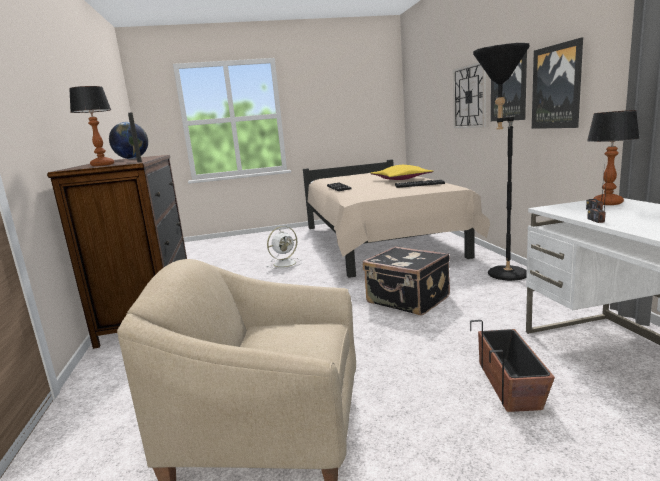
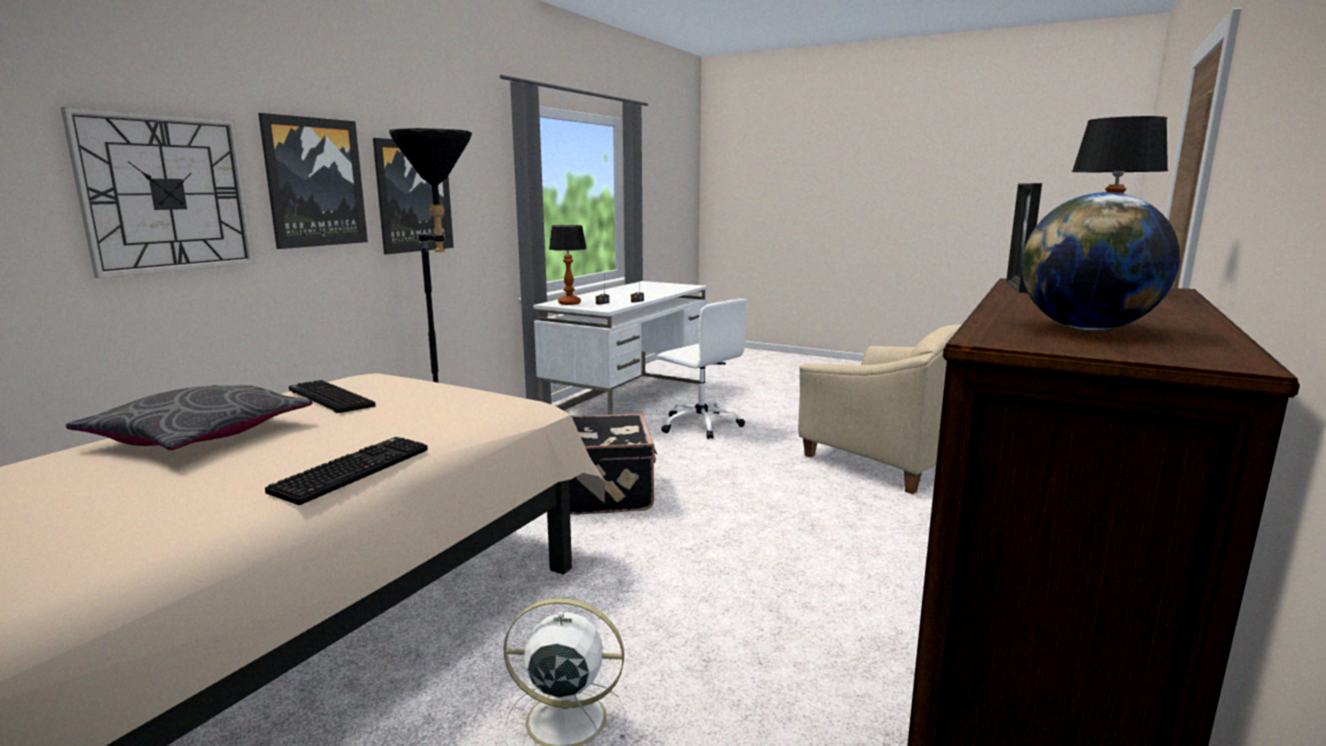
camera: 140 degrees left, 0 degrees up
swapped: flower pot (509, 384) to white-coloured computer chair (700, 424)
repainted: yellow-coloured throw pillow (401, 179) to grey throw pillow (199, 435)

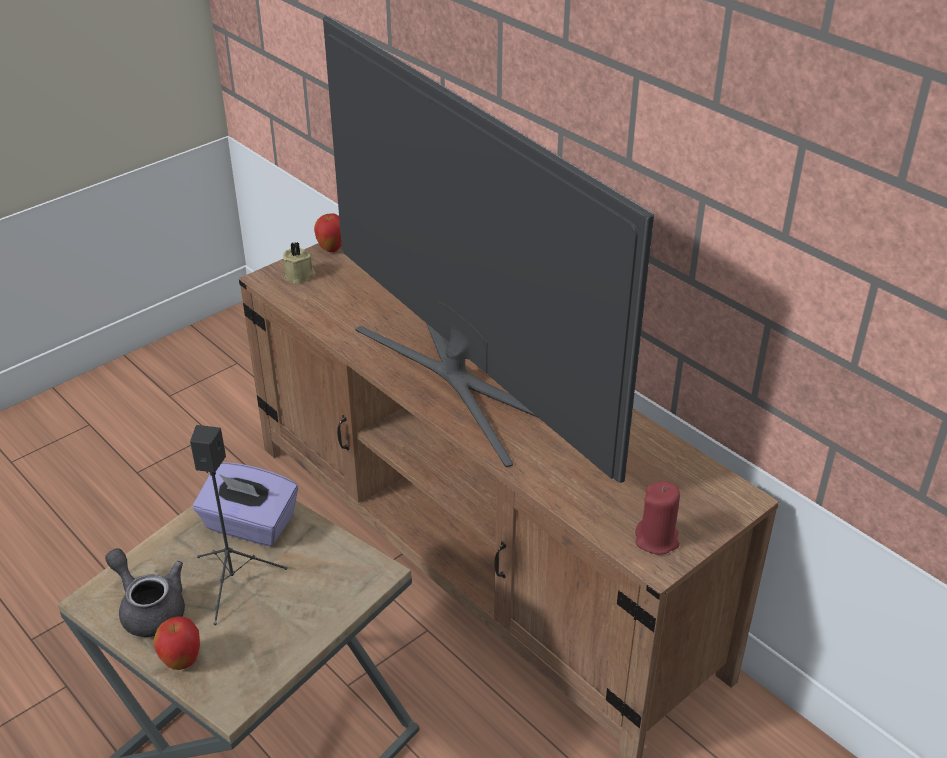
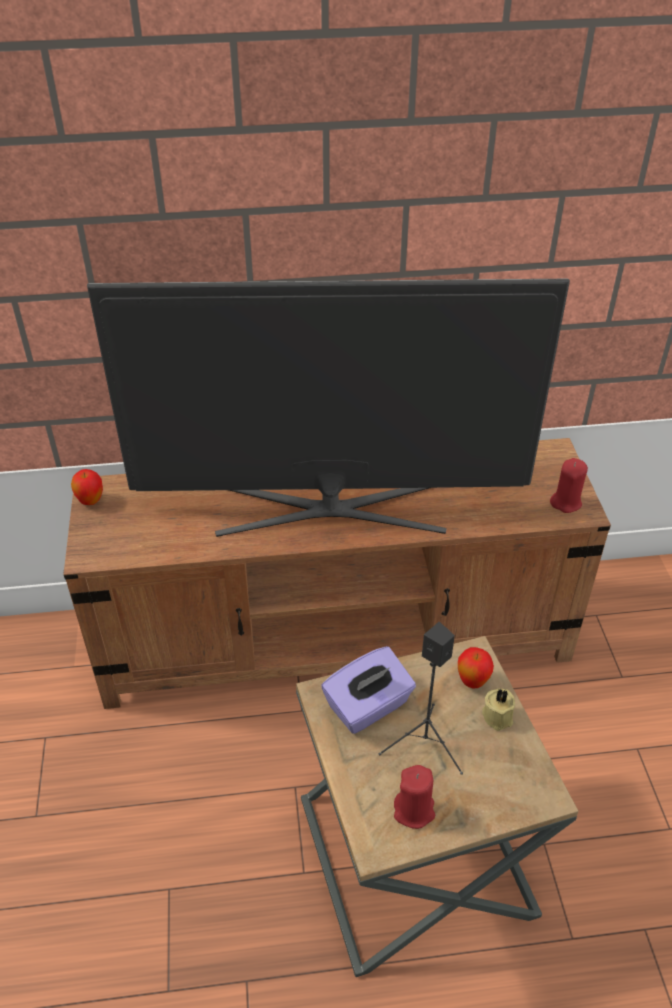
camera: 55 degrees left, 5 degrees up
shifted: whole apple (182, 662) to (472, 681); beige-coloured wax candle (300, 276) to (498, 715)
swapped: grey tea pot (149, 608) to red-coloured wax candle (414, 810)

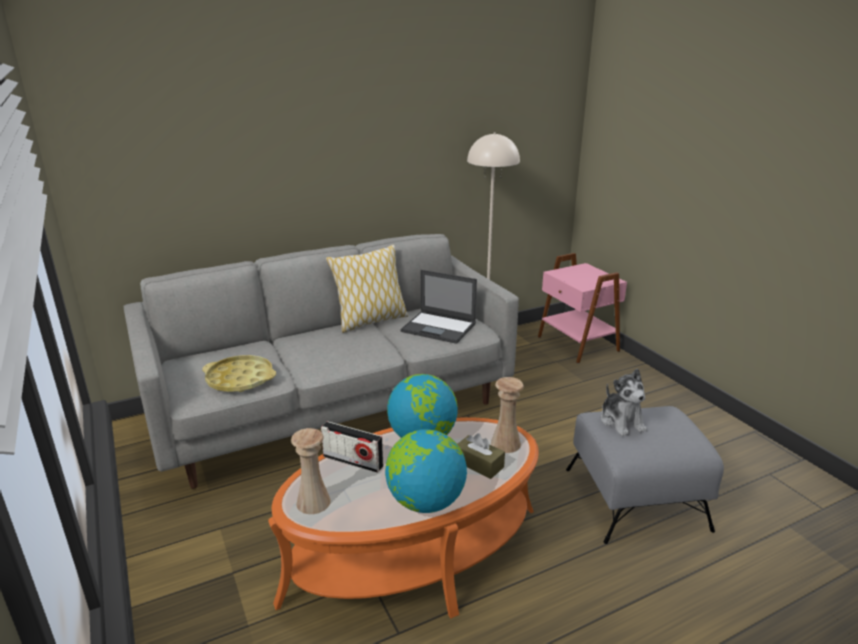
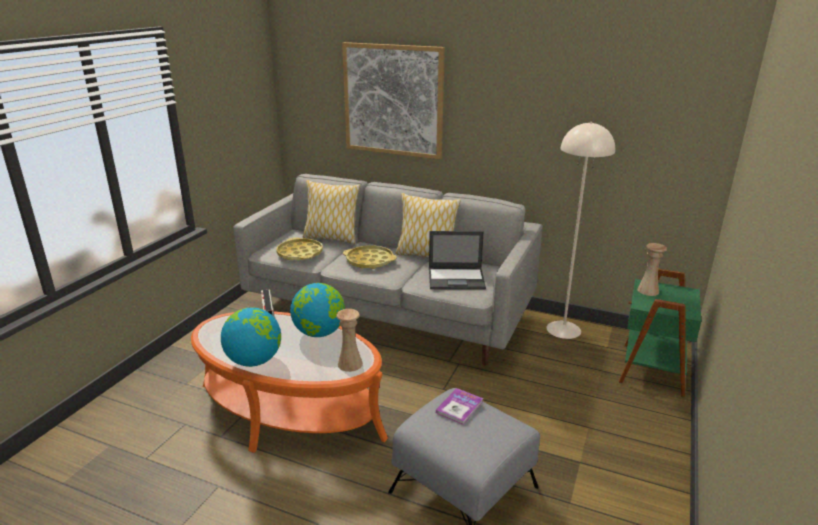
camera: 50 degrees right, 0 degrees up
gone: brown-coloured tissue box (479, 464)
new: throw pillow (331, 238); picture (393, 100); yellow-coloured carrying tray (369, 261)
shifted: beige-coloured decorative vase (313, 502) to (648, 290)
swapped: soft toy (621, 421) to volume (459, 407)
repainted: pinkish end table (576, 344) to green-coloured end table (650, 369)
rotated: notebook computer (439, 328) = (457, 279) 75 degrees counterclockwise

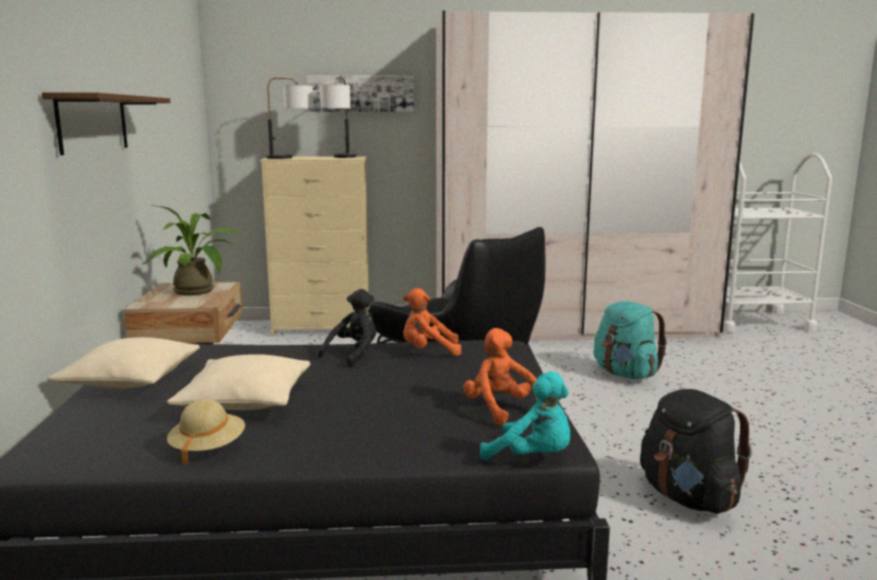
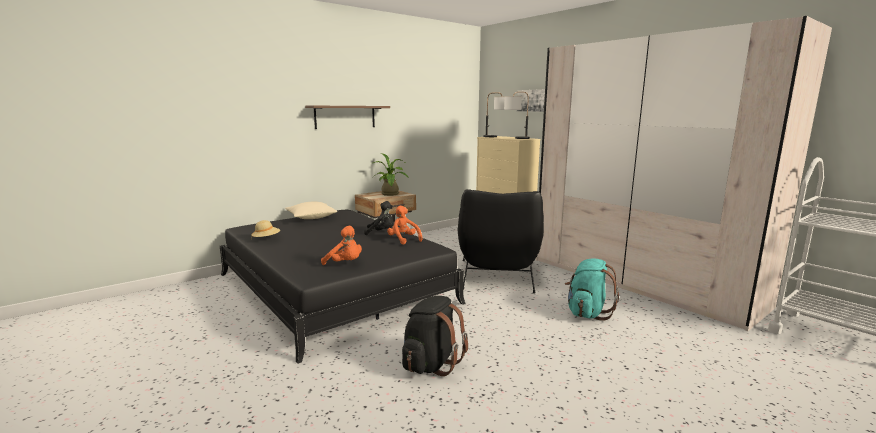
camera: 55 degrees right, 0 degrees up
gone: beige-coloured throw pillow (245, 400); turquoise-coloured soft toy (533, 457)
rotated: orange-coloured soft toy (501, 409) = (345, 263) 90 degrees clockwise

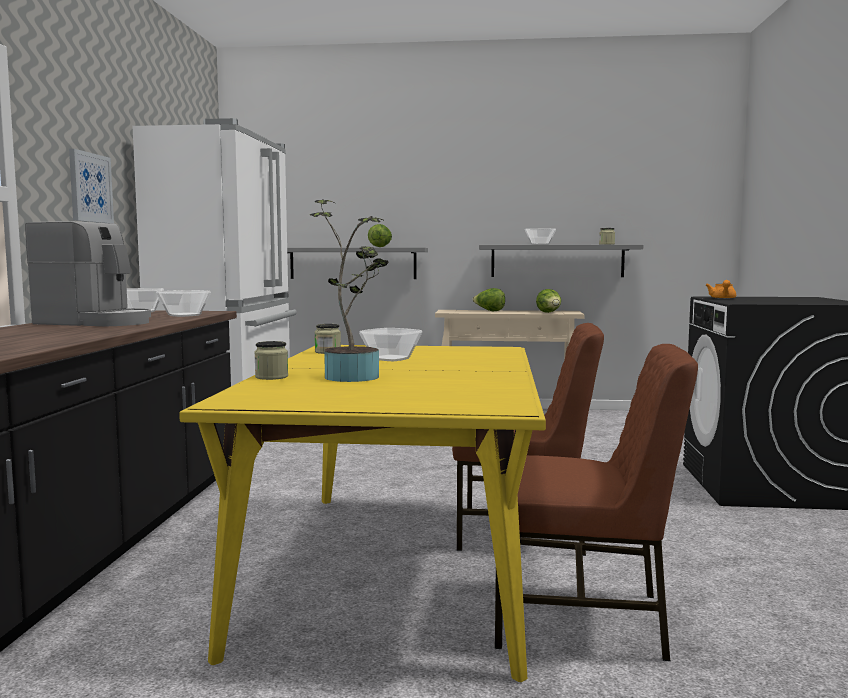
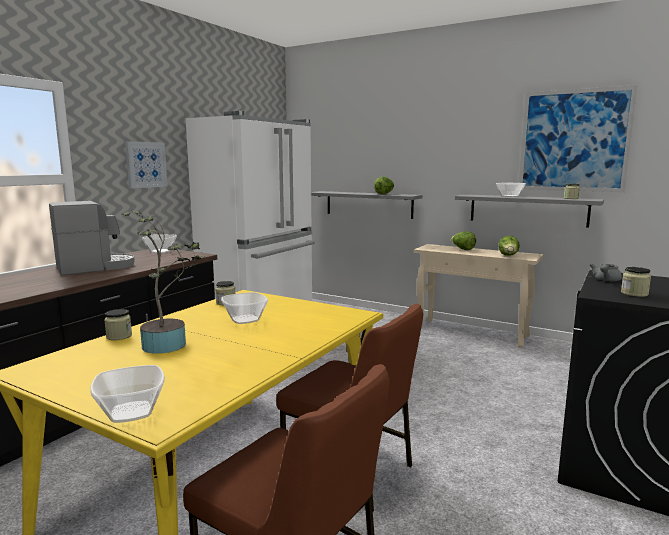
camera: 25 degrees right, 5 degrees up
new: picture (573, 141); preserve jar (634, 293)
shifted: deep dish (183, 315) to (130, 412)
repainted: orange-coloured tea pot (722, 298) to grey tea pot (605, 280)
rotated: coffee brewer (96, 322) = (95, 267) 75 degrees counterclockwise

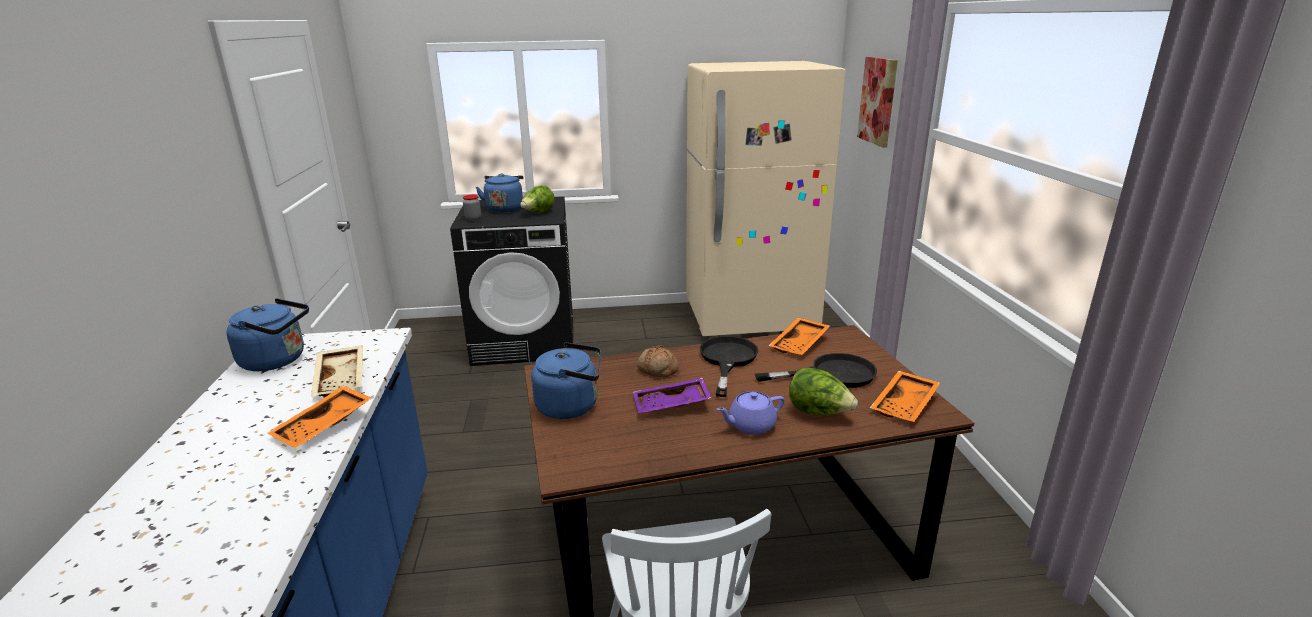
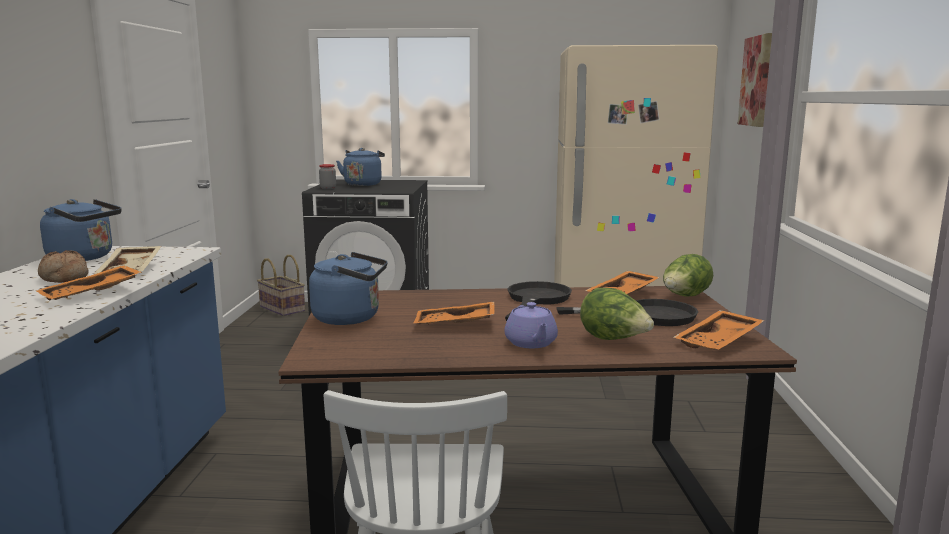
camera: 10 degrees right, 10 degrees down
new: basket (281, 309)
shifted: bread (657, 370) to (63, 278); lettuce (538, 213) to (685, 297)
repainted: purplish carrying tray (671, 405) to orange-coloured carrying tray (454, 324)
rotated: purplish tea pot (750, 425) = (531, 343) 90 degrees counterclockwise

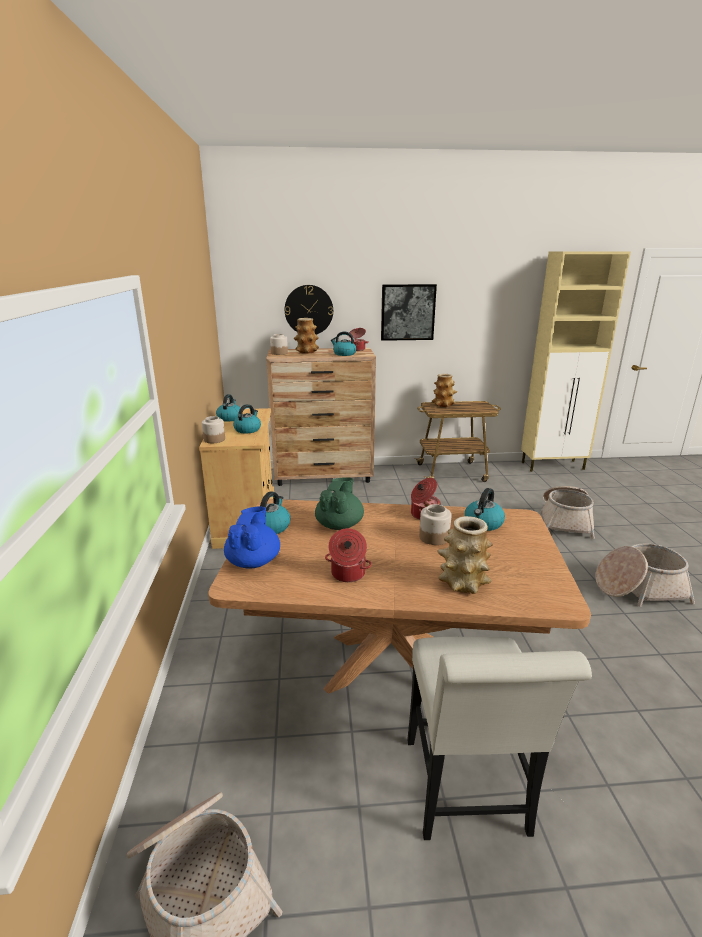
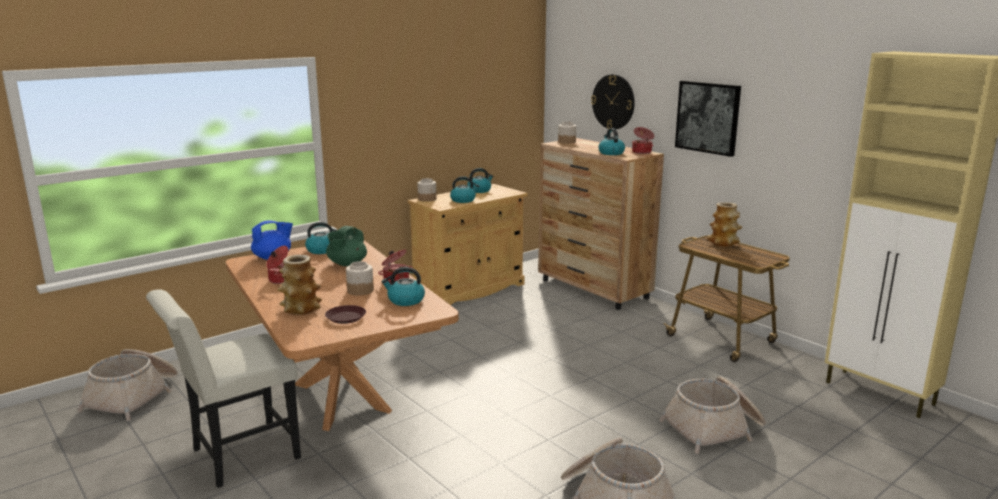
camera: 55 degrees right, 5 degrees down
gone: decorative vase (306, 351)
new: brown-coloured plate (345, 318)
rotated: green-coloured tea pot (339, 525) = (346, 264) 135 degrees clockwise

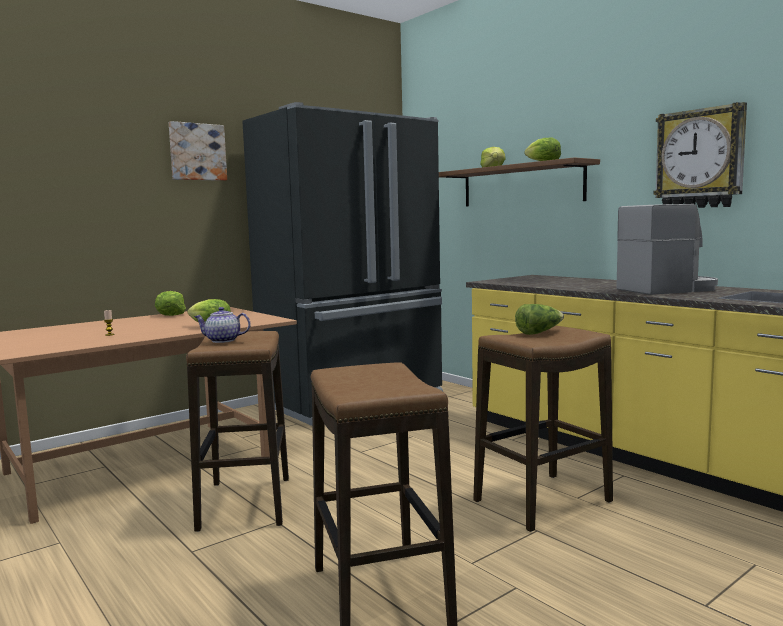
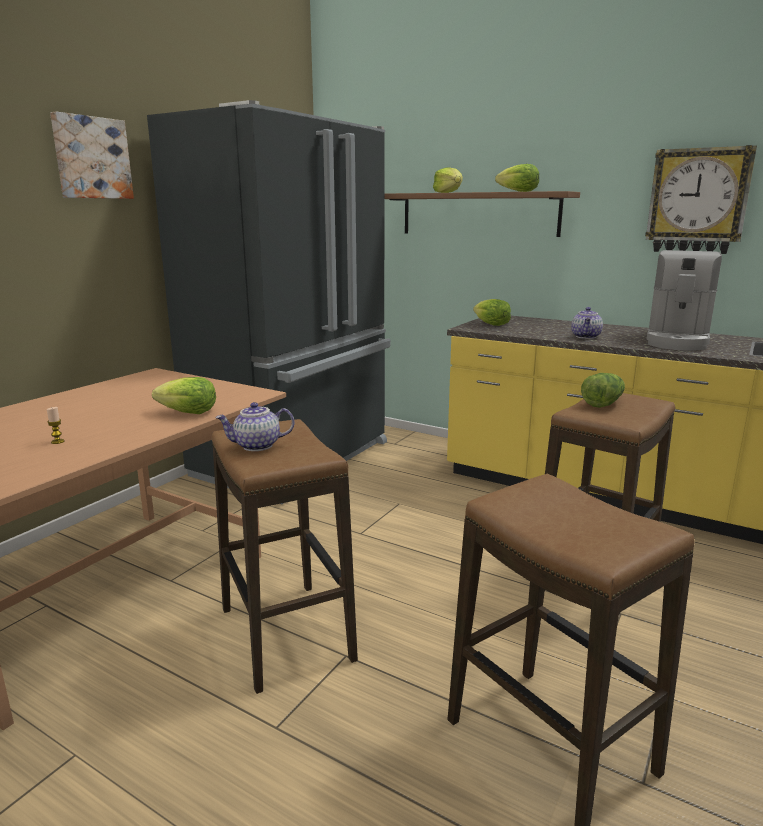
camera: 20 degrees left, 10 degrees up
new: tea pot (586, 337)
shifted: lettuce (171, 314) to (491, 324)
rotated: coffee brewer (668, 289) = (677, 340) 150 degrees clockwise

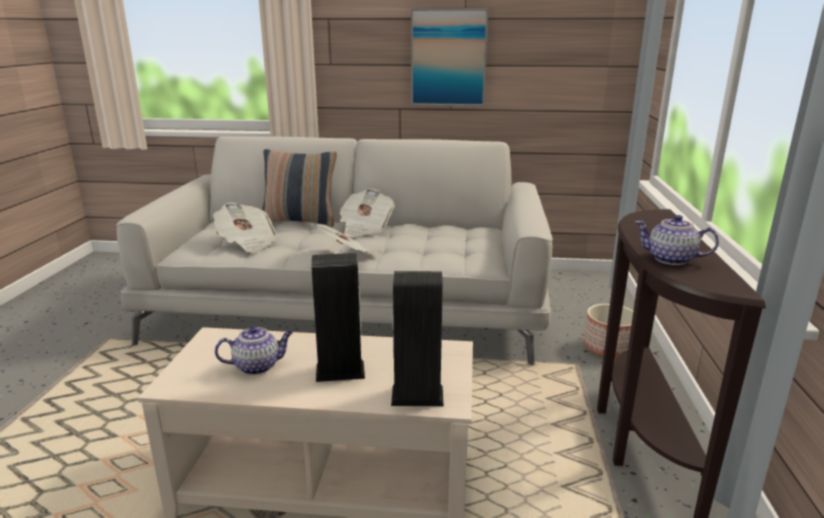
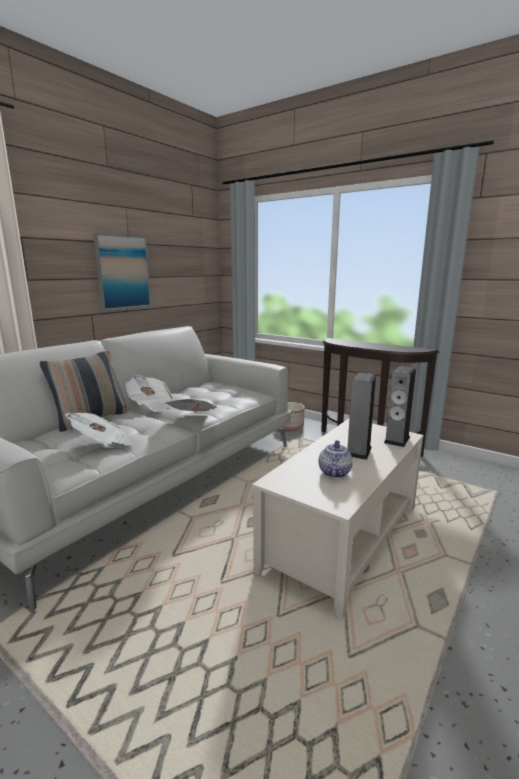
camera: 60 degrees left, 5 degrees down
gone: tea pot (671, 259)

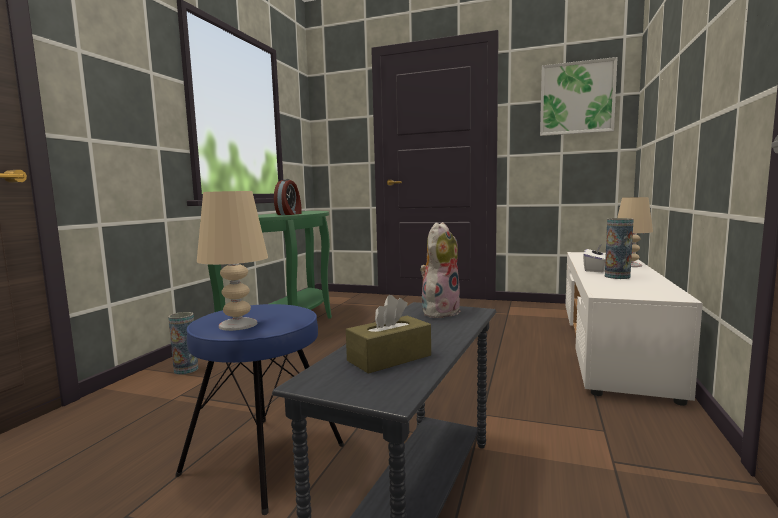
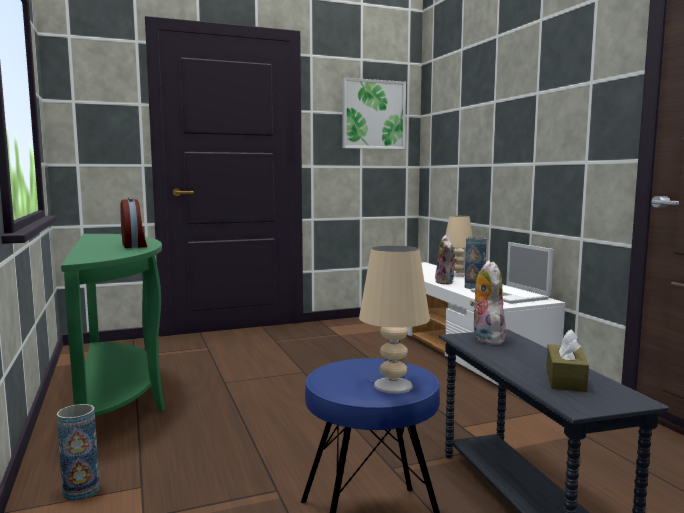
camera: 40 degrees left, 0 degrees up
new: notebook computer (510, 295)
swapped: white-coloured tissue box (596, 270) to soft toy (446, 282)

